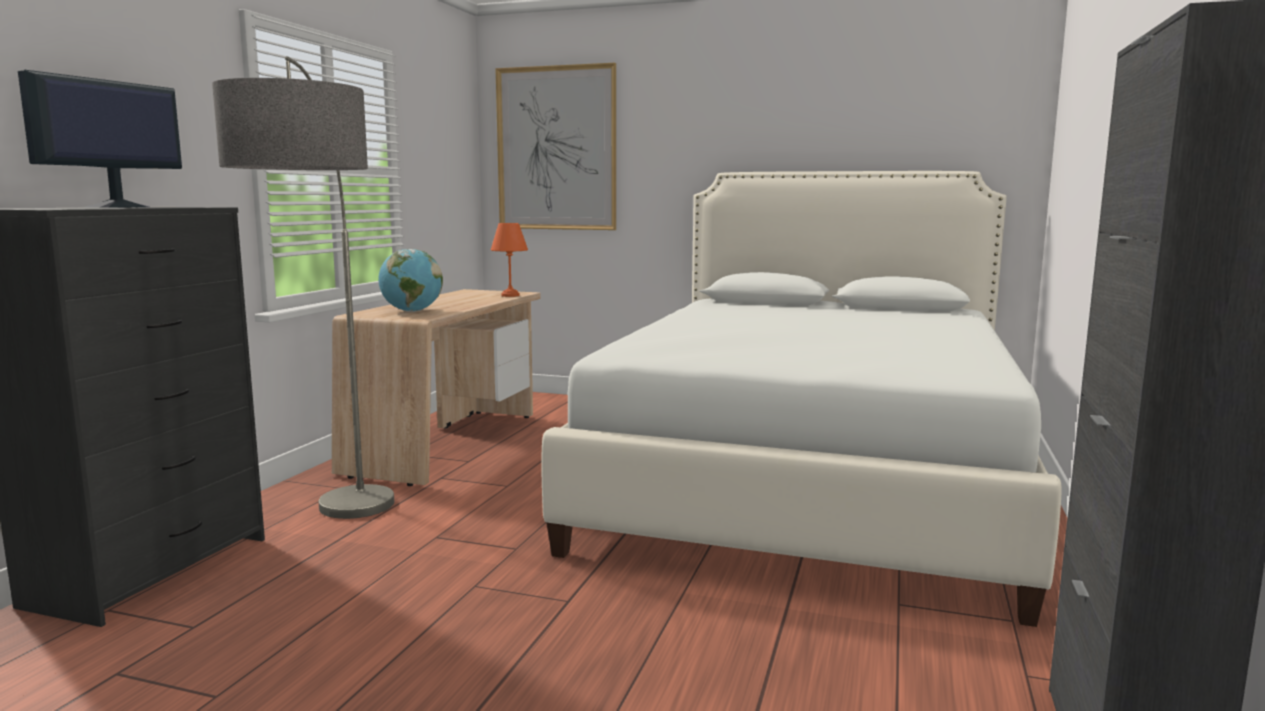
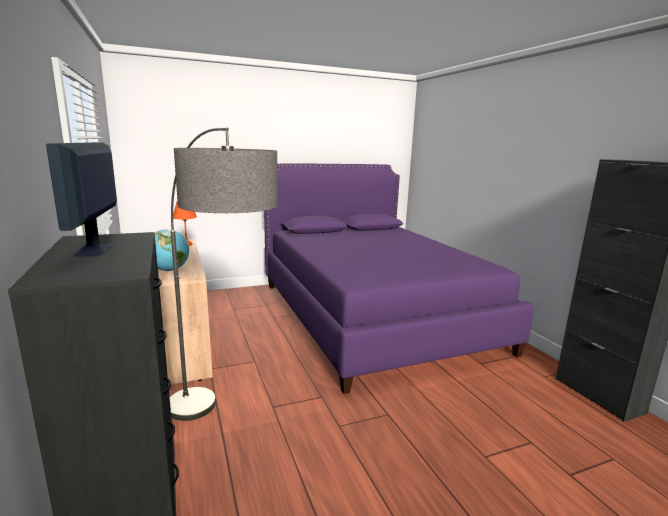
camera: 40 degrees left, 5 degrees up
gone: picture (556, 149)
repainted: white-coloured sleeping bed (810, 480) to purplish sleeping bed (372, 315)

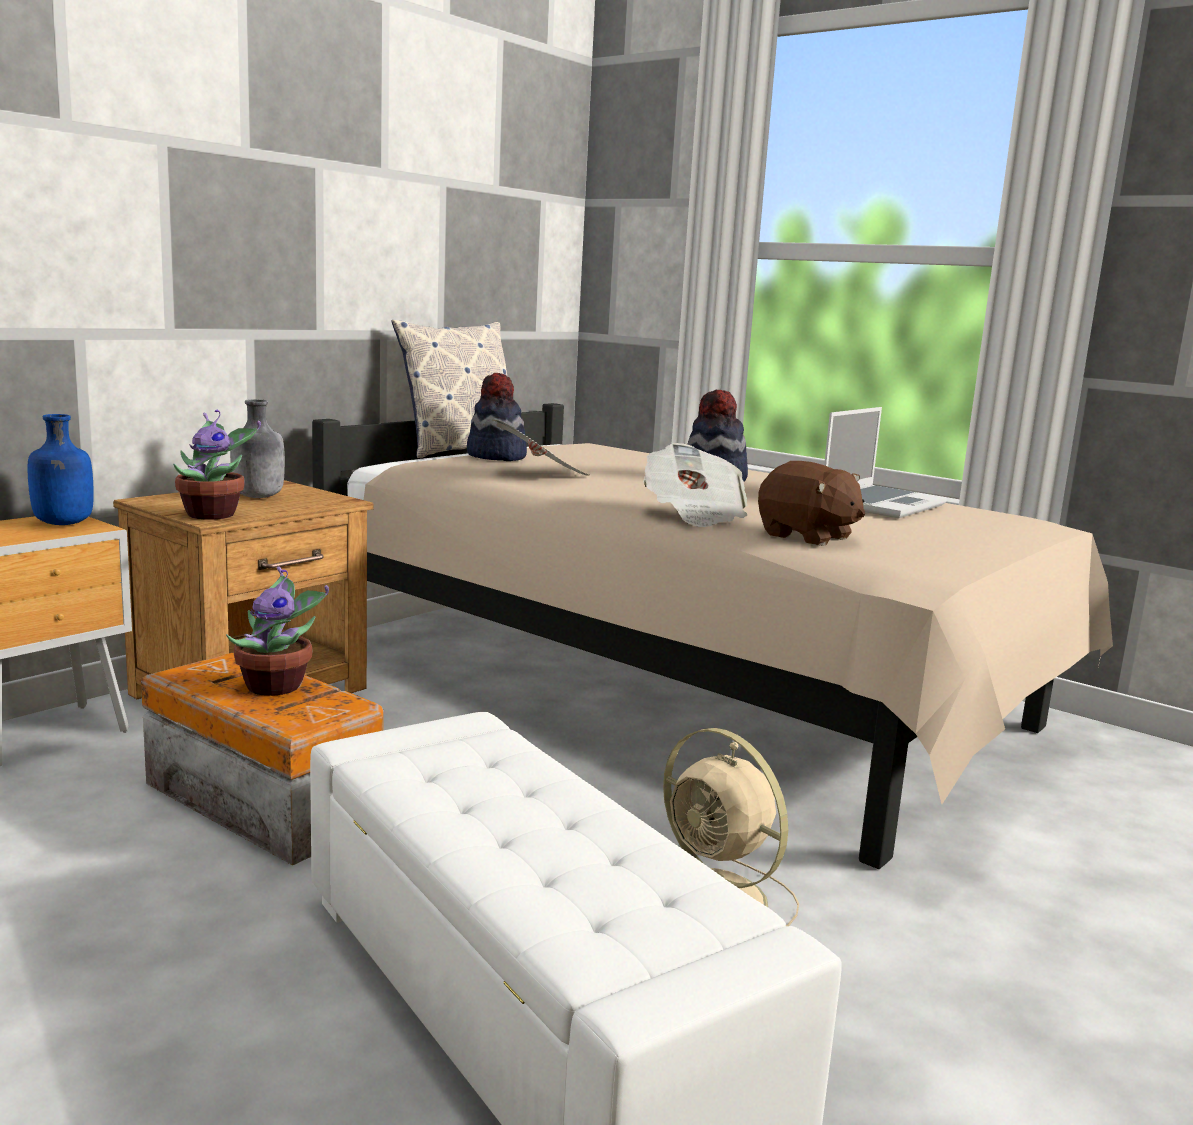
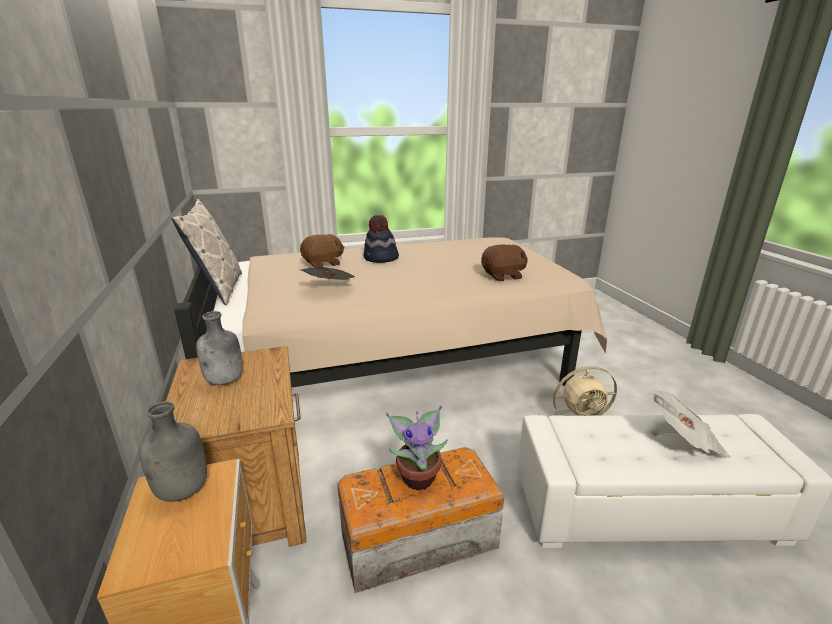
camera: 55 degrees left, 10 degrees up
gone: potted plant (214, 515); clothing hat (496, 456); notebook computer (881, 504)
new: brown-coloured soft toy (323, 264)
shifted: printed paper (693, 515) to (684, 440)
repainted: blue-coloured beverage bottle (63, 524) to grey beverage bottle (183, 490)

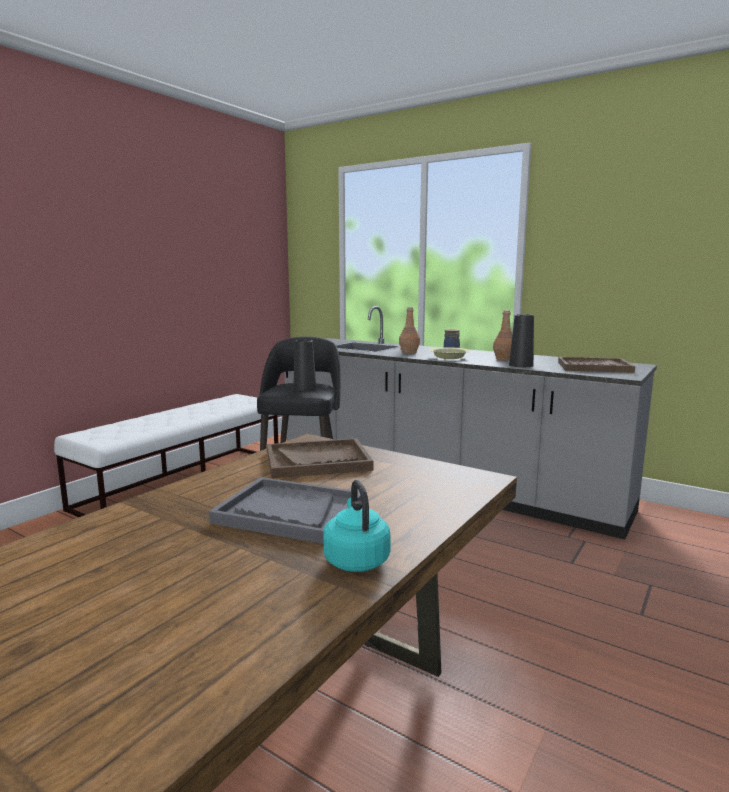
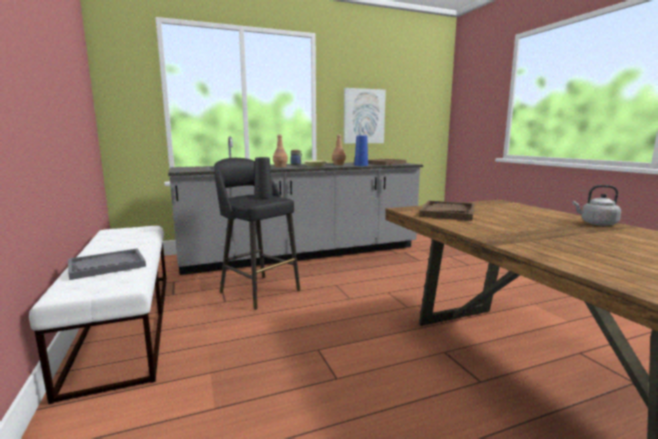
camera: 55 degrees left, 0 degrees up
new: picture (364, 116)
shifted: grey carrying tray (289, 512) to (107, 265)
repainted: blackish decorative vase (521, 365) to blue-coloured decorative vase (361, 165); turquoise-coloured tea kettle (356, 559) to grey tea kettle (596, 223)

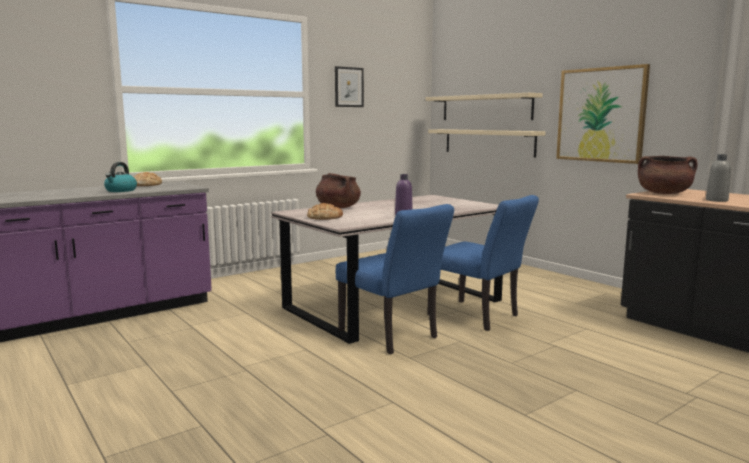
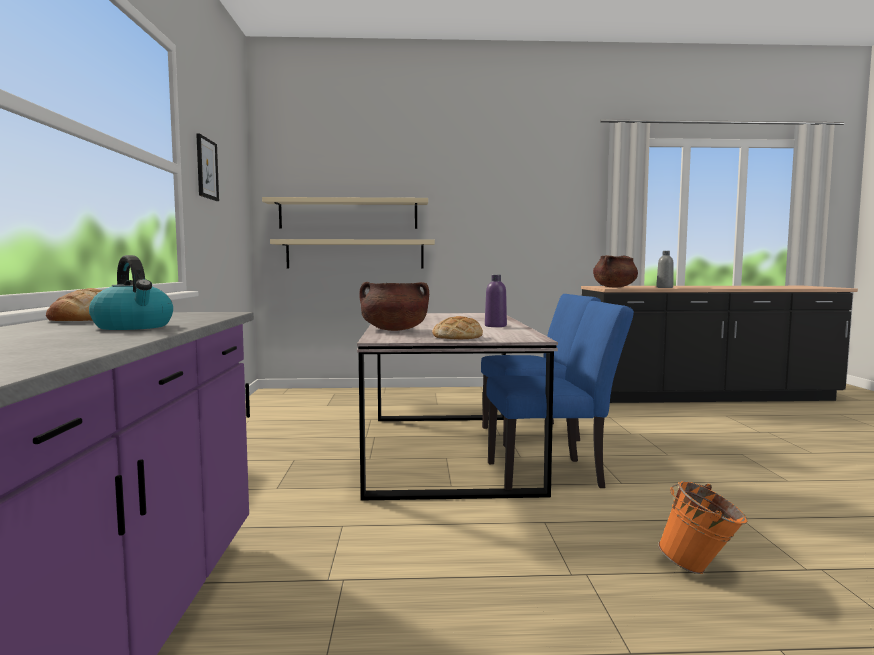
camera: 55 degrees left, 5 degrees down
gone: picture (600, 115)
new: orange-coloured bucket (700, 569)

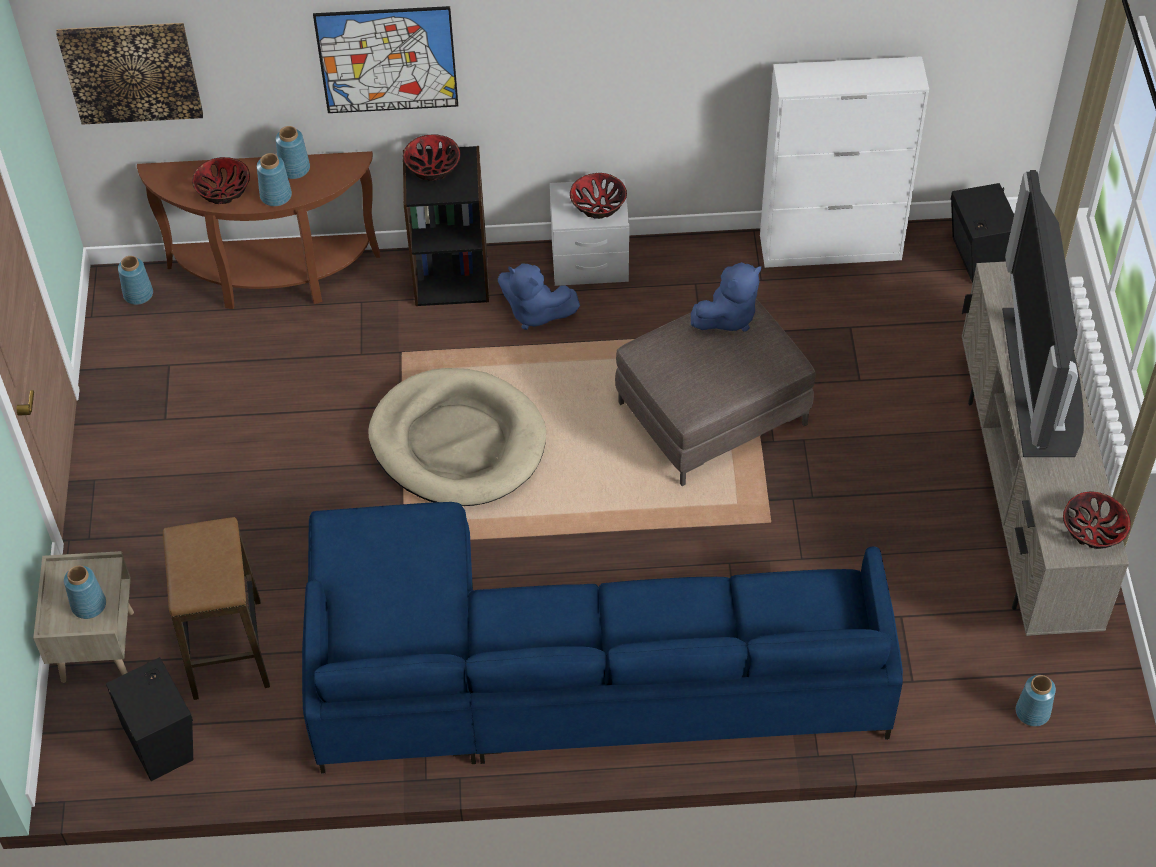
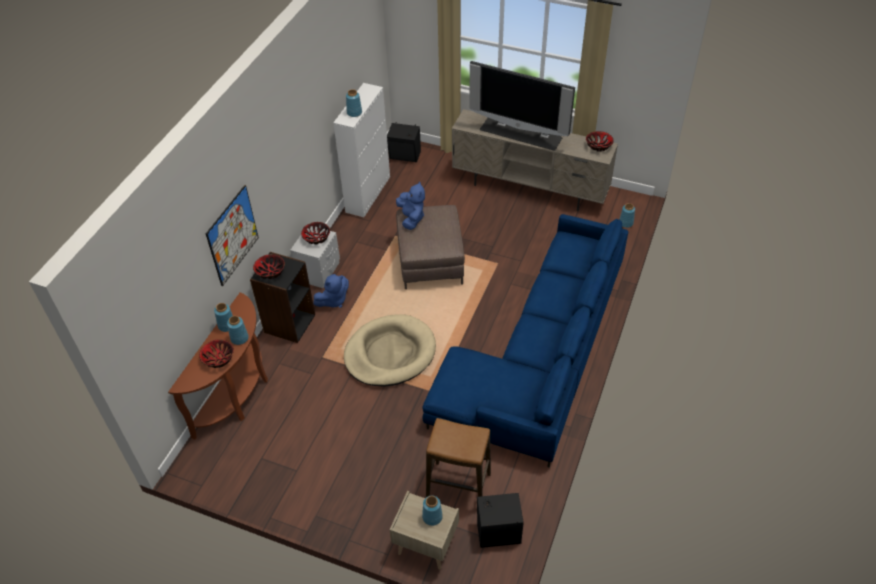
camera: 65 degrees left, 5 degrees down
gone: picture (131, 71)
shifted: blue-coloured decorative vase (138, 294) to (354, 113)

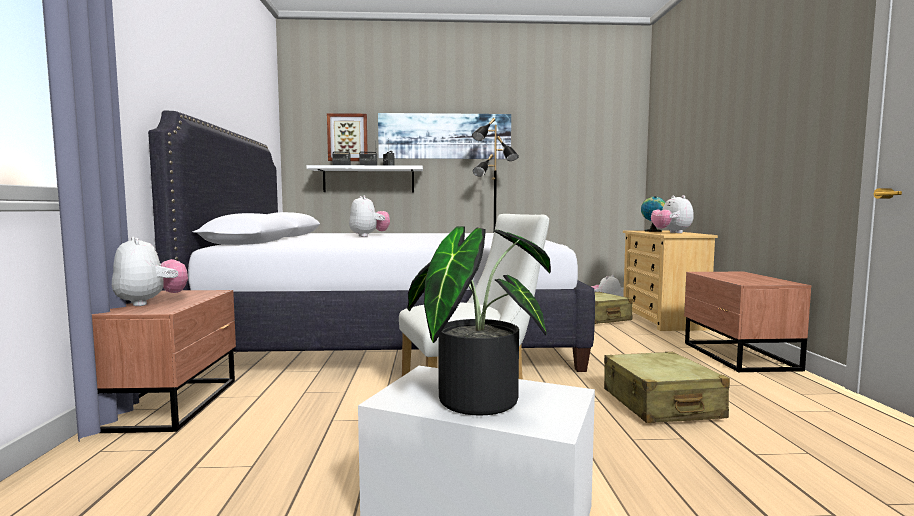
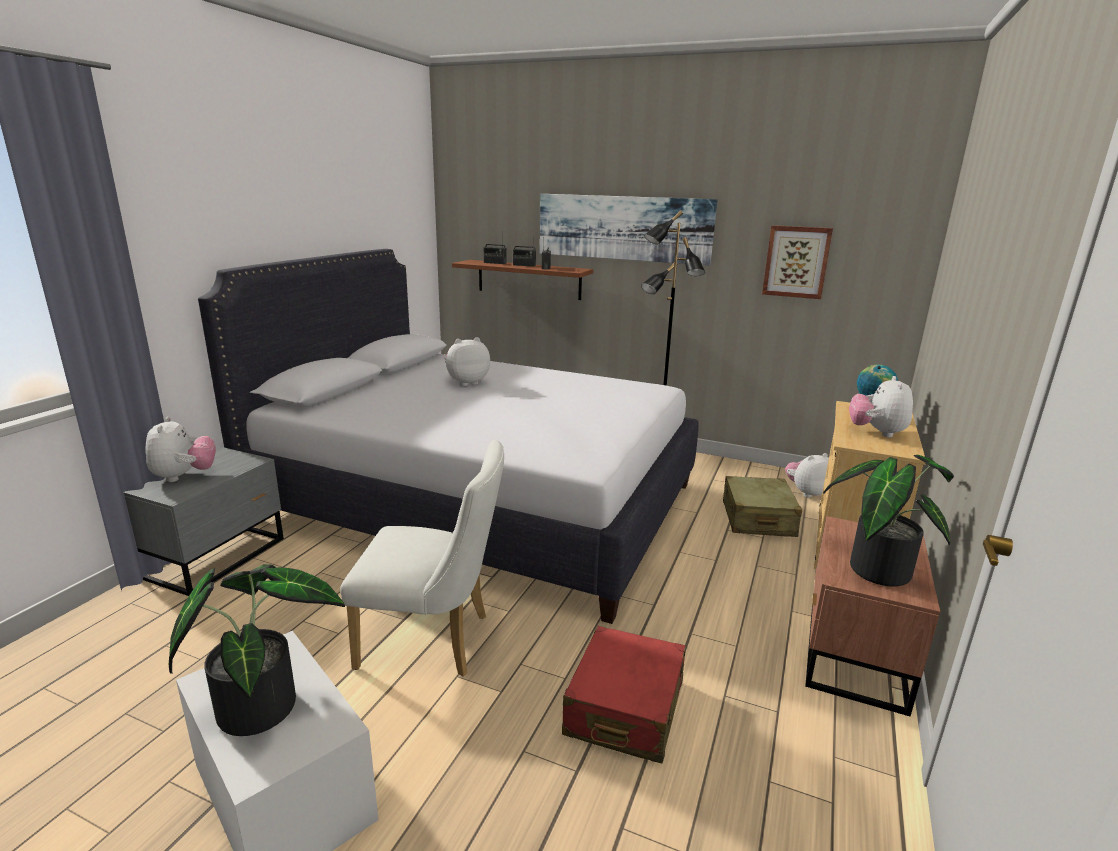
camera: 25 degrees right, 15 degrees up
new: potted plant (876, 567)
shifted: picture (347, 137) to (796, 262)
repainted: brown-coloured nightstand (171, 403) to grey nightstand (217, 557); white-coloured shelf (368, 180) to brown-coloured shelf (529, 279); beige-coloured piece of luggage (660, 404) to red-coloured piece of luggage (624, 708)
rotated: soft toy (368, 236) = (466, 382) 120 degrees counterclockwise

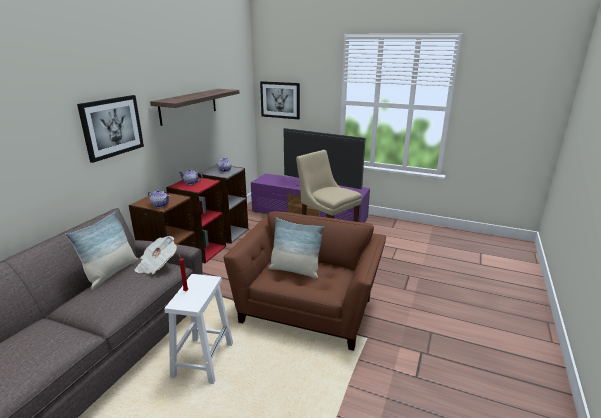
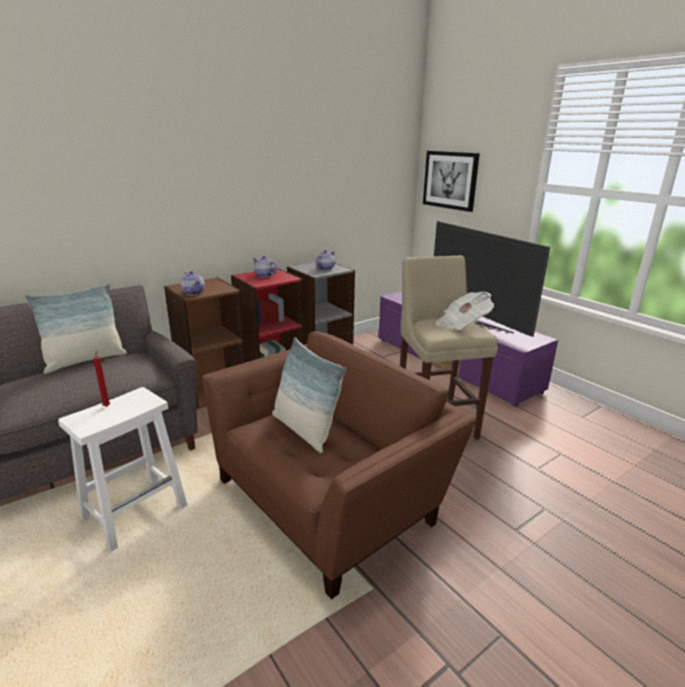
camera: 30 degrees right, 0 degrees up
gone: picture (112, 127); shelf (189, 106)
shifted: printed paper (157, 265) to (462, 324)

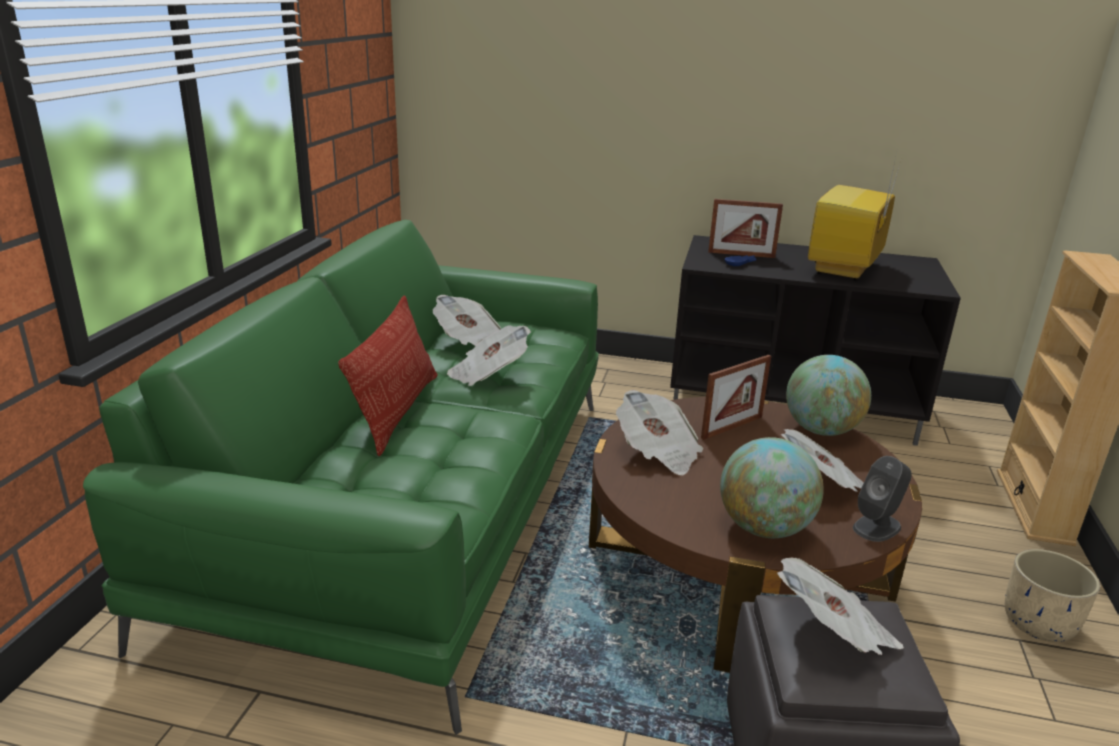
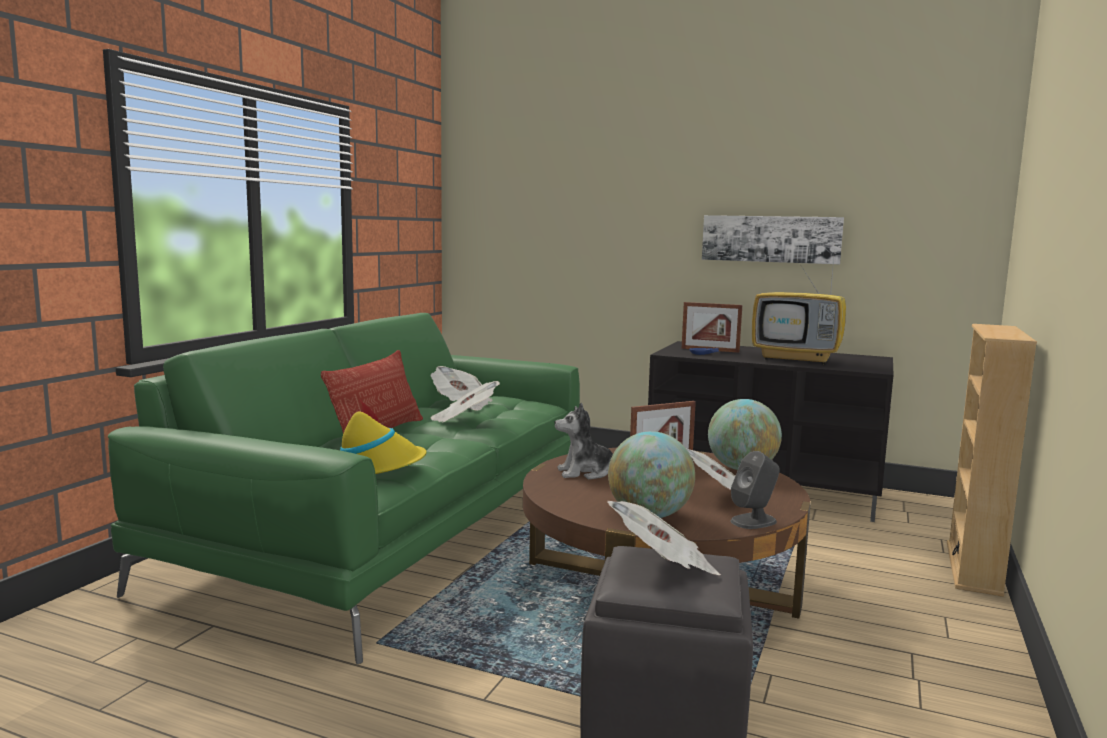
camera: 10 degrees right, 15 degrees down
gone: beige-coloured flower pot (1039, 623)
new: yellow-coloured clothing hat (378, 467); picture (770, 239)
swapped: printed paper (658, 453) to soft toy (585, 473)
rotated: TV (845, 269) = (798, 359) 105 degrees counterclockwise

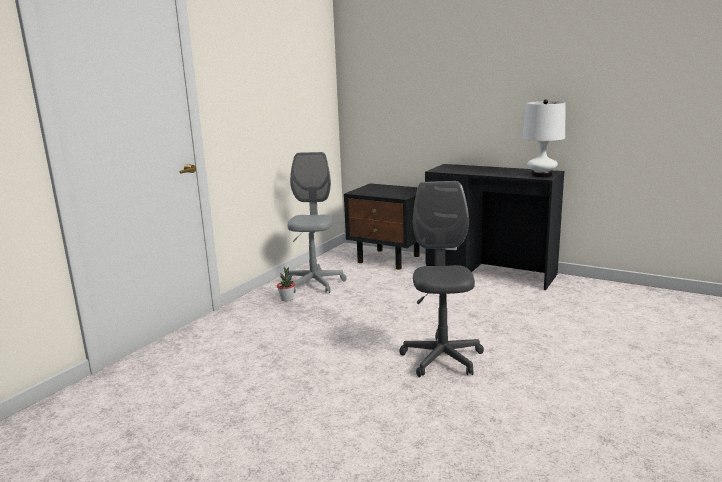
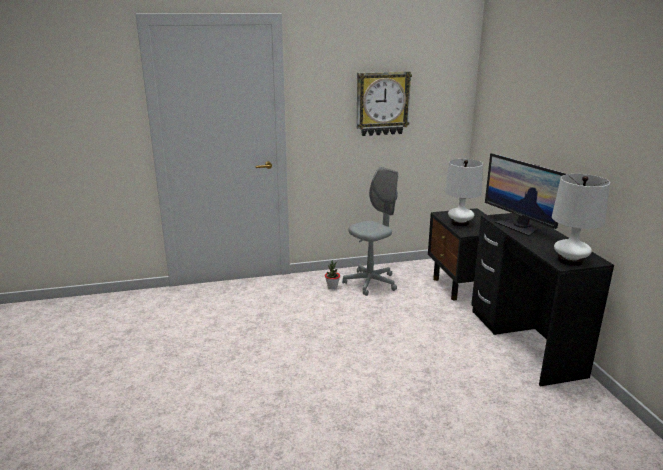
camera: 45 degrees right, 5 degrees up
gone: grey computer chair (442, 358)
new: clock on the wall (382, 103); white-coloured table lamp (460, 223); computer display (519, 227)

